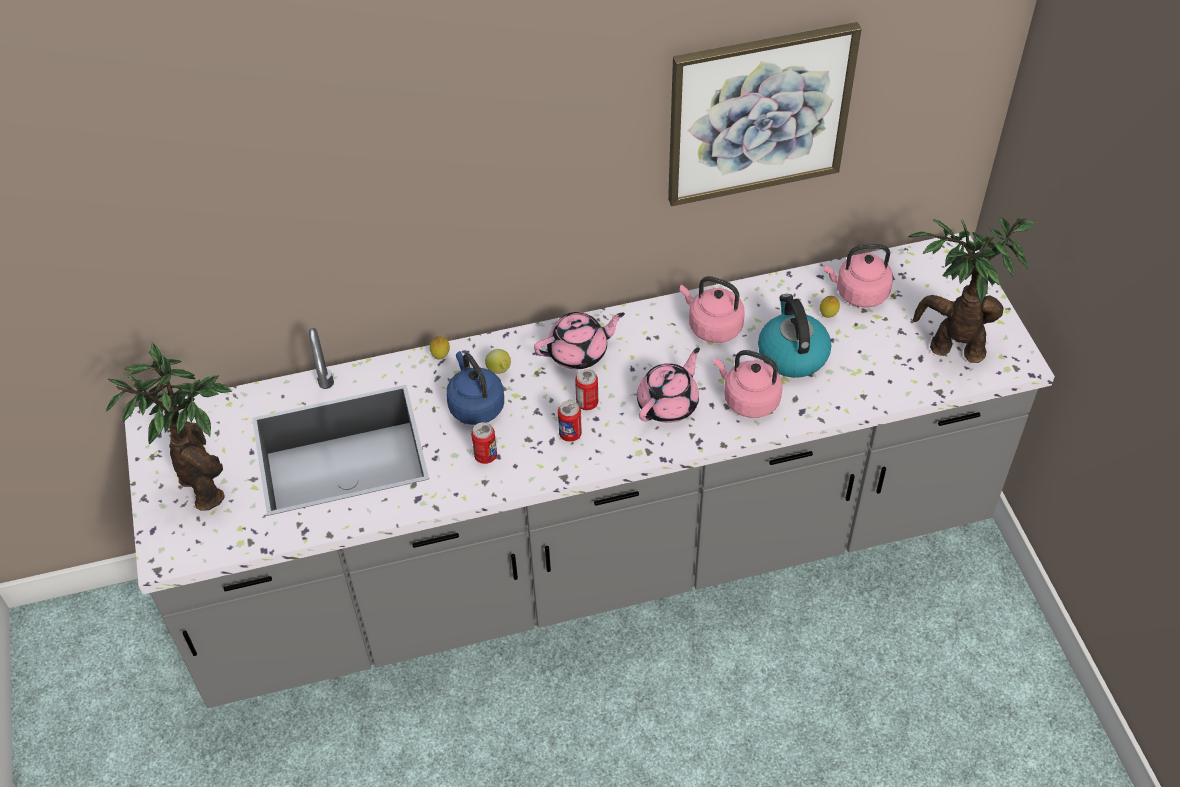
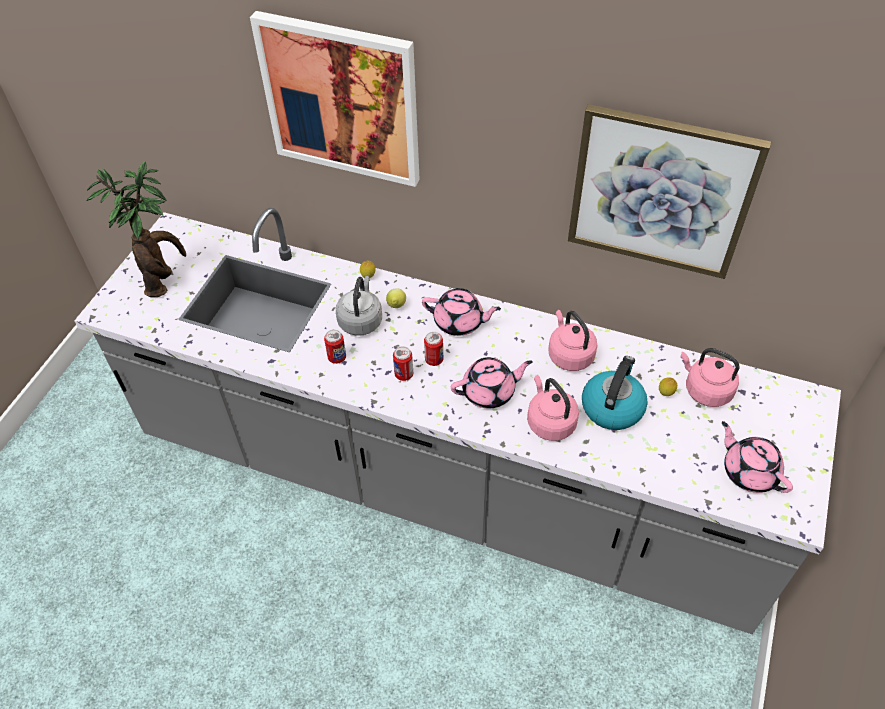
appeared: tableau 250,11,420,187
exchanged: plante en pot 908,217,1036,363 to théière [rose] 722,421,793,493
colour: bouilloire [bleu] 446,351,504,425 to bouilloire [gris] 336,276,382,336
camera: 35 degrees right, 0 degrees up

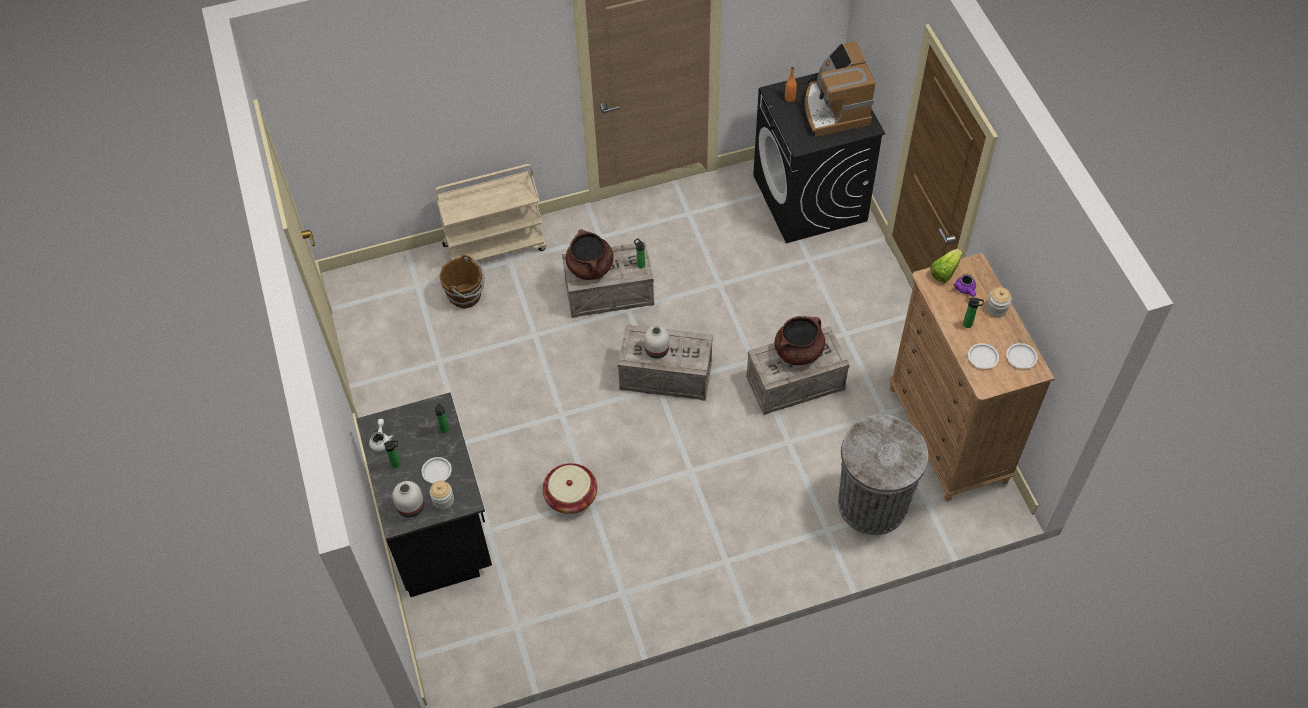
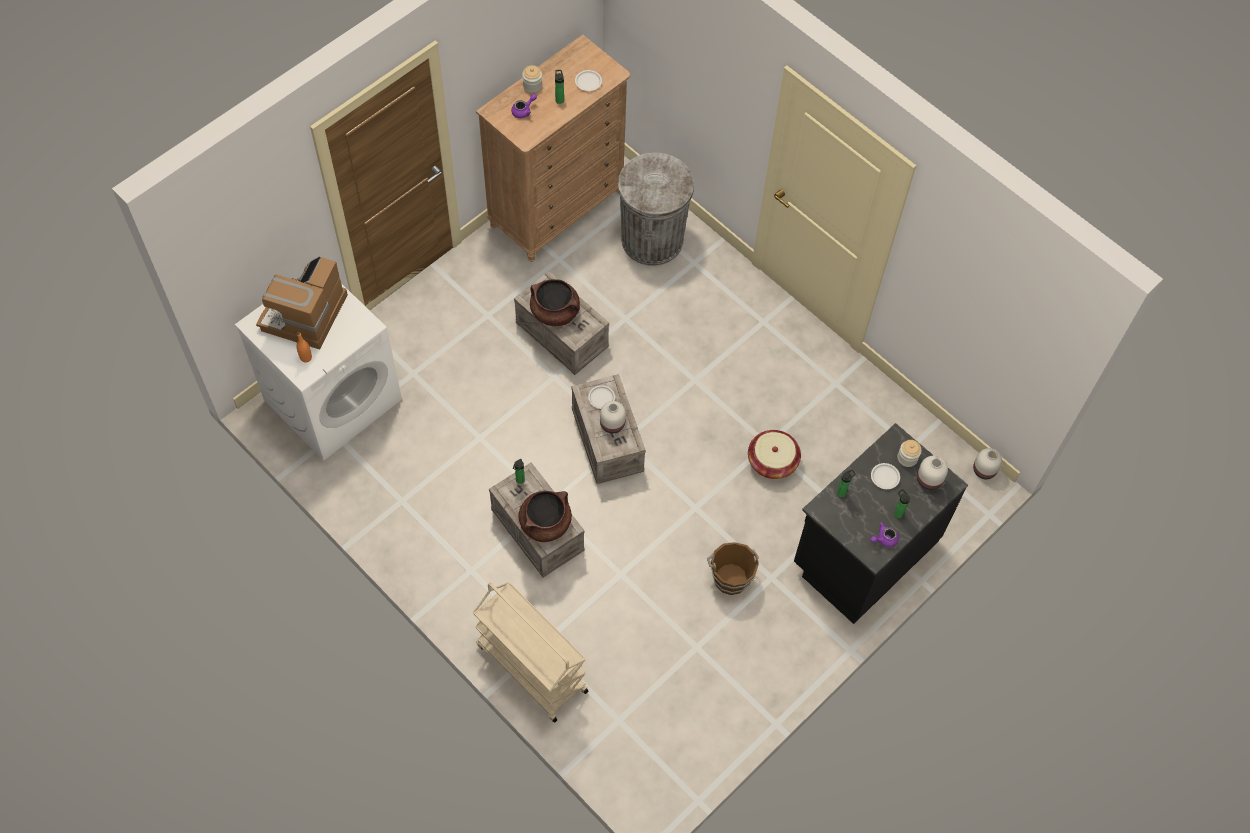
missing: laitue 930,249,962,283
appeared: vase [blanc] 973,448,1002,479
relocated: seau [marron] 439,255,485,309 to 707,542,759,595; assiette [blanc] 1006,343,1038,369 to 588,385,615,409
colour: théière [blanc] 369,419,393,452 to théière [violet] 871,522,899,547; lave-linge [noir] 753,73,885,243 to lave-linge [blanc] 235,284,402,461
spun: machine à café 805,41,875,137 = 256,256,348,349 150 degrees clockwise
camera: 120 degrees left, 5 degrees up

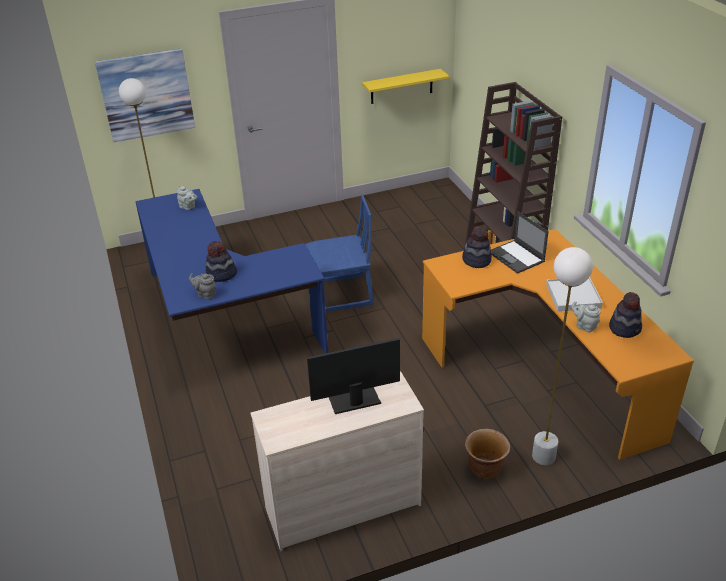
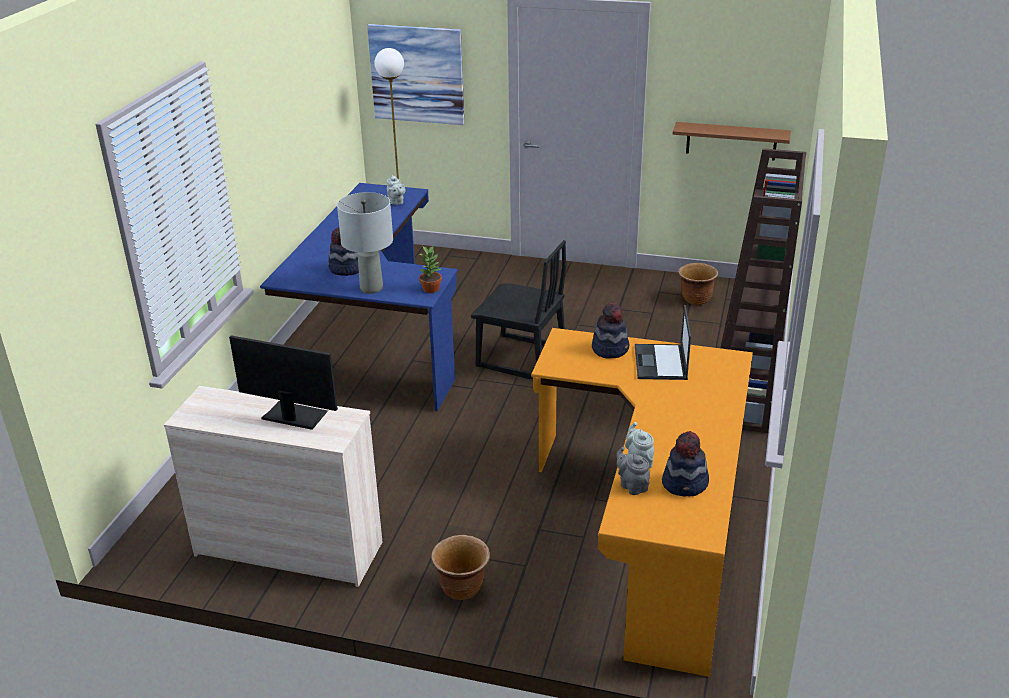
missing: lampadaire [blanc] 532,247,593,465; plateau [blanc] 546,277,603,311
appeared: lampe de table [gris] 337,192,393,294; plante en pot 419,247,442,293; cache-pot [marron] 678,263,718,305
relocated: théière [gris] 189,273,216,300 to 616,447,650,495
colour: chaise [bleu] 305,194,374,312 to chaise [noir] 471,240,566,379; étagère [jaune] 362,69,449,104 to étagère [marron] 673,122,791,161
camera: 35 degrees right, 5 degrees down

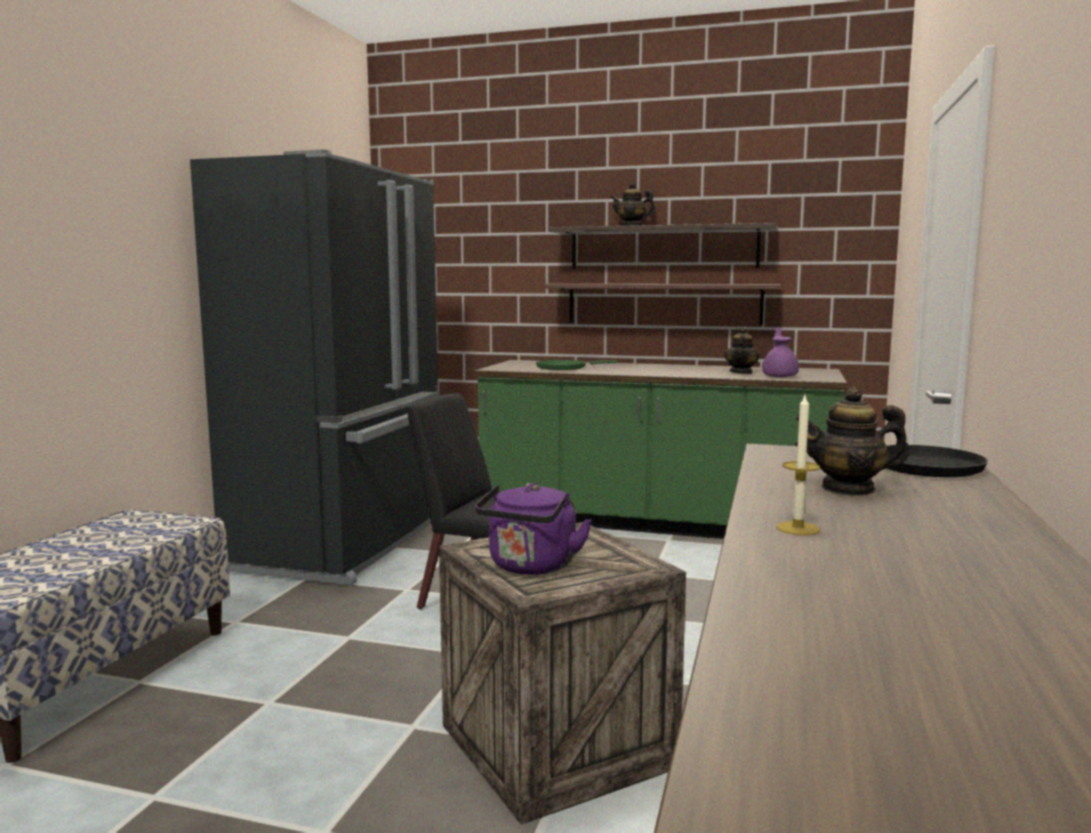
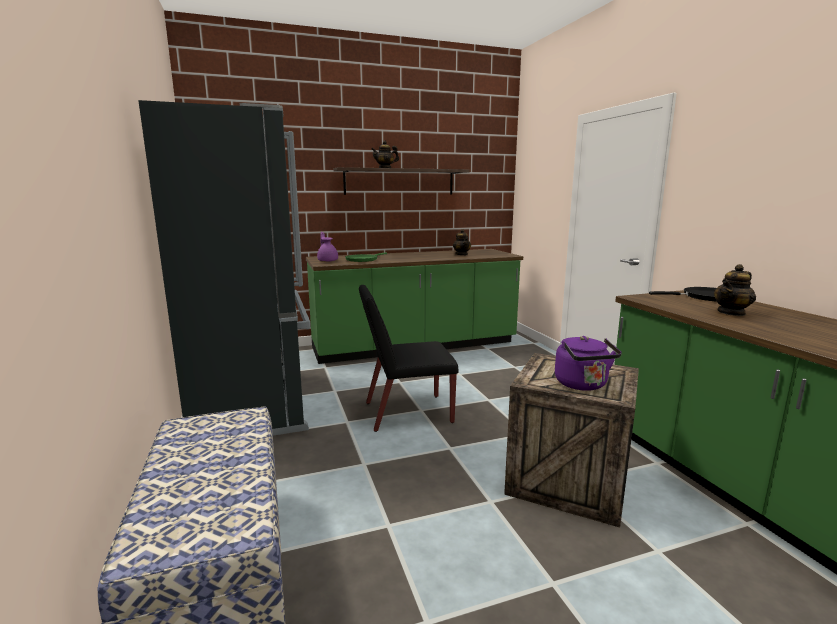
missing: étagère 544,284,781,326; bougie 776,395,820,535
relocated: théière [violet] 763,328,799,377 to 317,232,338,262
camera: 35 degrees left, 5 degrees up

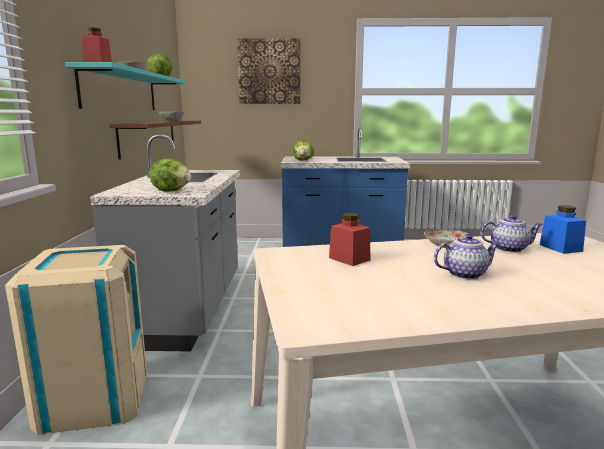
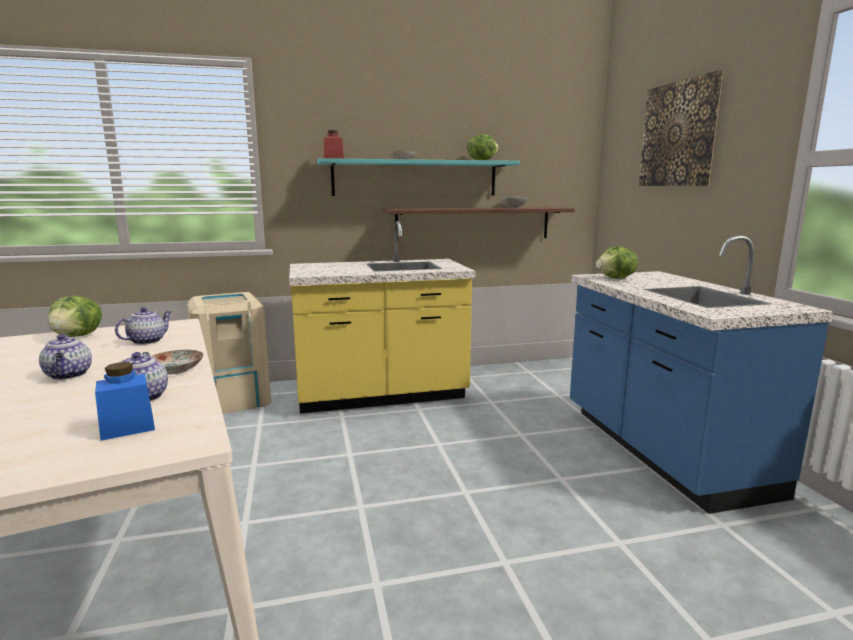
relocated: laitue 149,158,191,191 to 48,296,102,337
exchanged: bocal [rouge] 329,213,370,266 to théière 115,307,172,345
colour: comptoir de cuisine [gris] 90,134,240,351 to comptoir de cuisine [jaune] 289,221,475,414
camera: 75 degrees right, 0 degrees up

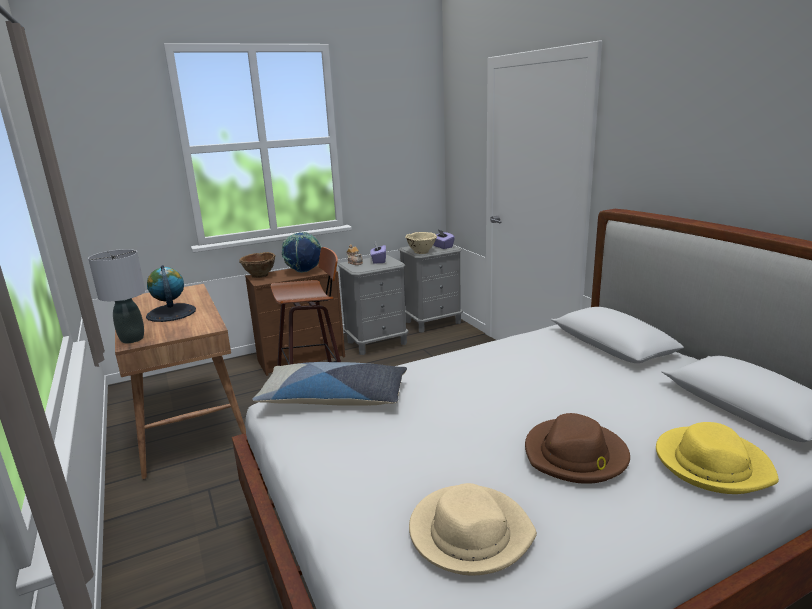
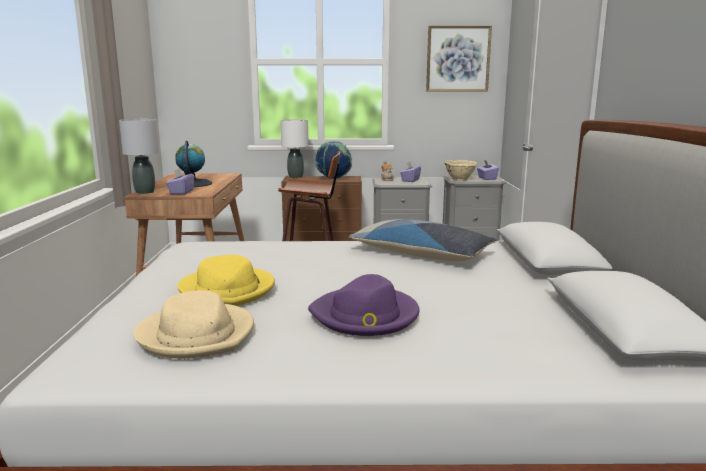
appeared: boîte à mouchoirs [violet] 166,168,194,195; tableau 426,26,492,91
relocated: coussin 252,362,407,406 to 349,219,497,261; chapeau [jaune] 656,422,779,494 to 177,255,275,306
exchanged: bol [marron] 239,252,276,278 to lampe de table [blanc] 280,119,309,178
colour: chapeau [marron] 525,413,630,484 to chapeau [violet] 308,274,420,336
camera: 25 degrees right, 5 degrees down

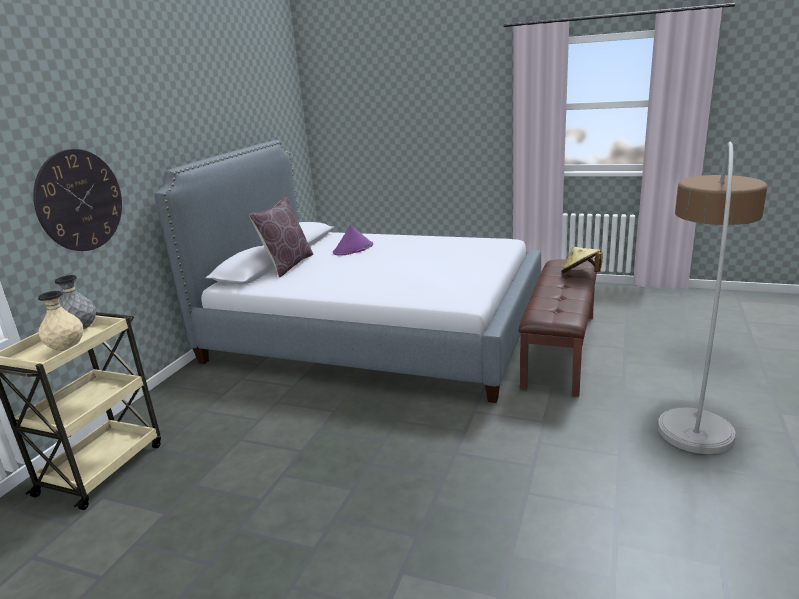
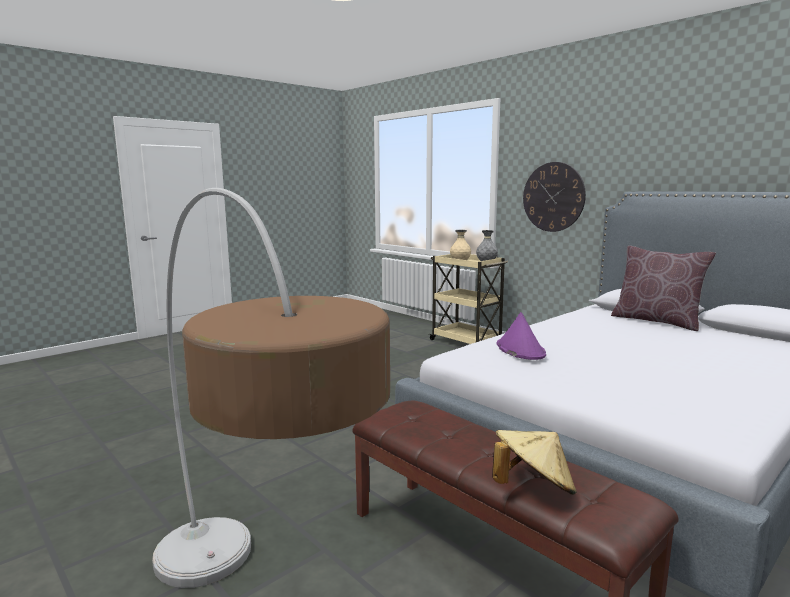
relocated: chapeau [violet] 333,225,373,256 to 496,312,546,360
camera: 115 degrees right, 10 degrees down

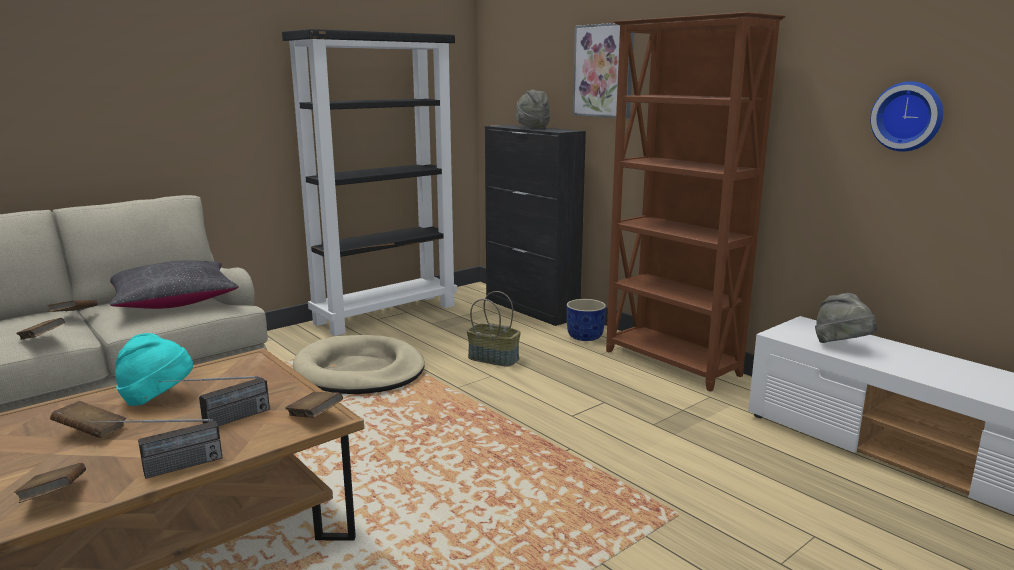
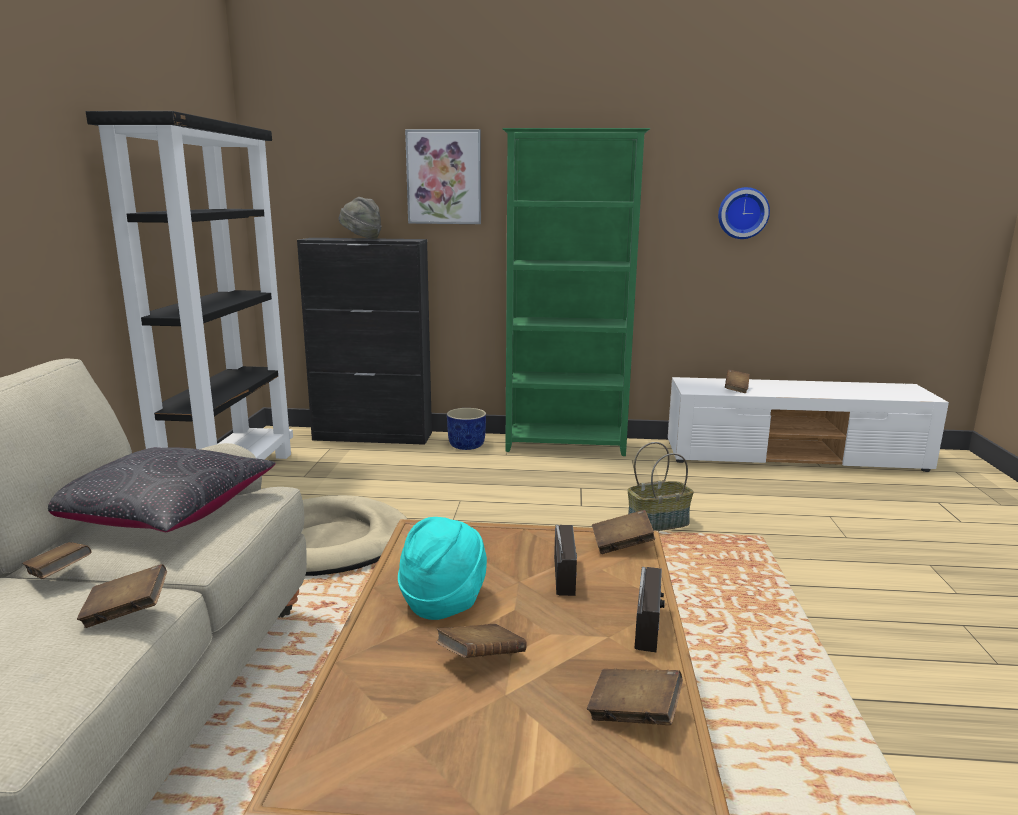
relocated: panier 467,291,521,367 to 628,442,694,531
exchanged: chapeau [gris] 815,293,877,343 to livre [marron] 725,370,750,393
colour: bibliothèque [marron] 606,12,786,392 to bibliothèque [vert] 502,128,650,456
camera: 45 degrees left, 0 degrees up

